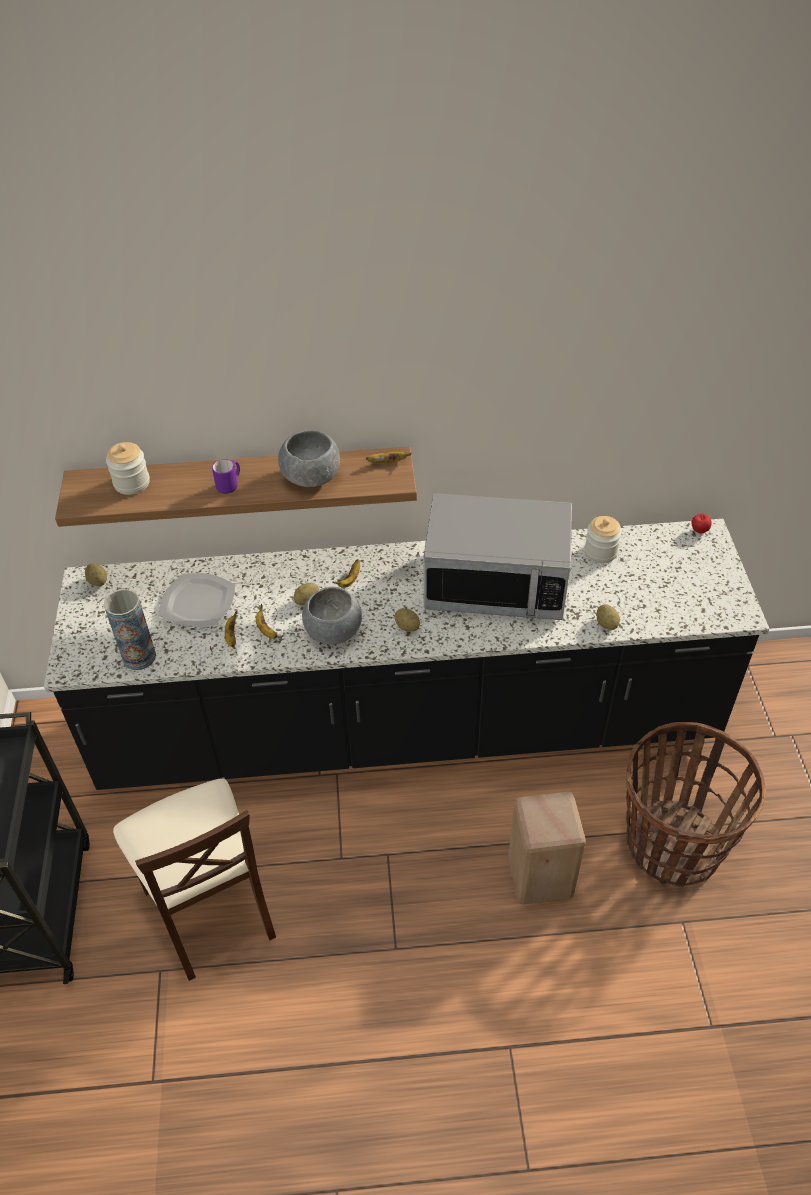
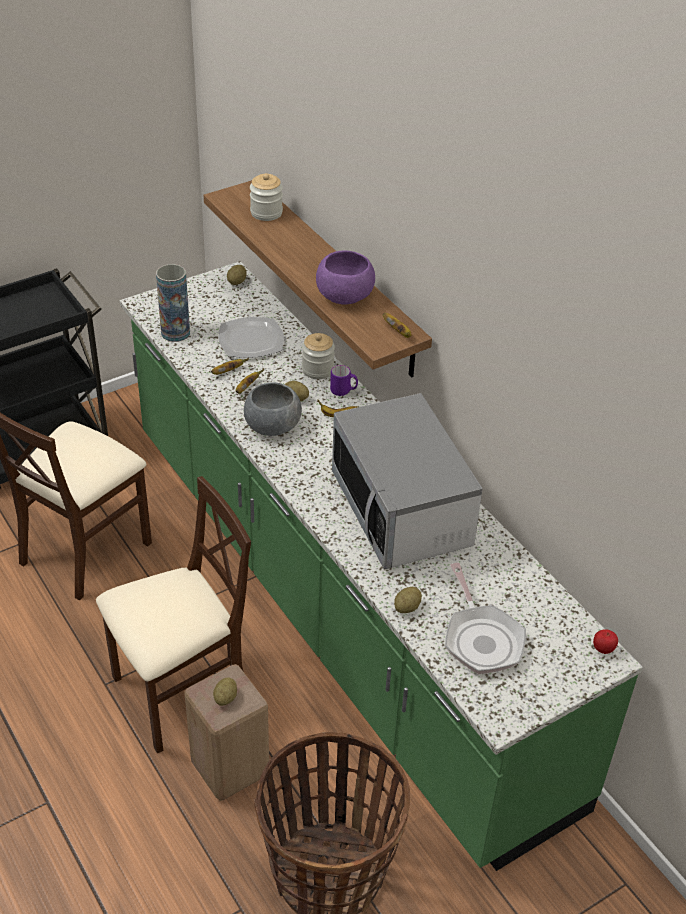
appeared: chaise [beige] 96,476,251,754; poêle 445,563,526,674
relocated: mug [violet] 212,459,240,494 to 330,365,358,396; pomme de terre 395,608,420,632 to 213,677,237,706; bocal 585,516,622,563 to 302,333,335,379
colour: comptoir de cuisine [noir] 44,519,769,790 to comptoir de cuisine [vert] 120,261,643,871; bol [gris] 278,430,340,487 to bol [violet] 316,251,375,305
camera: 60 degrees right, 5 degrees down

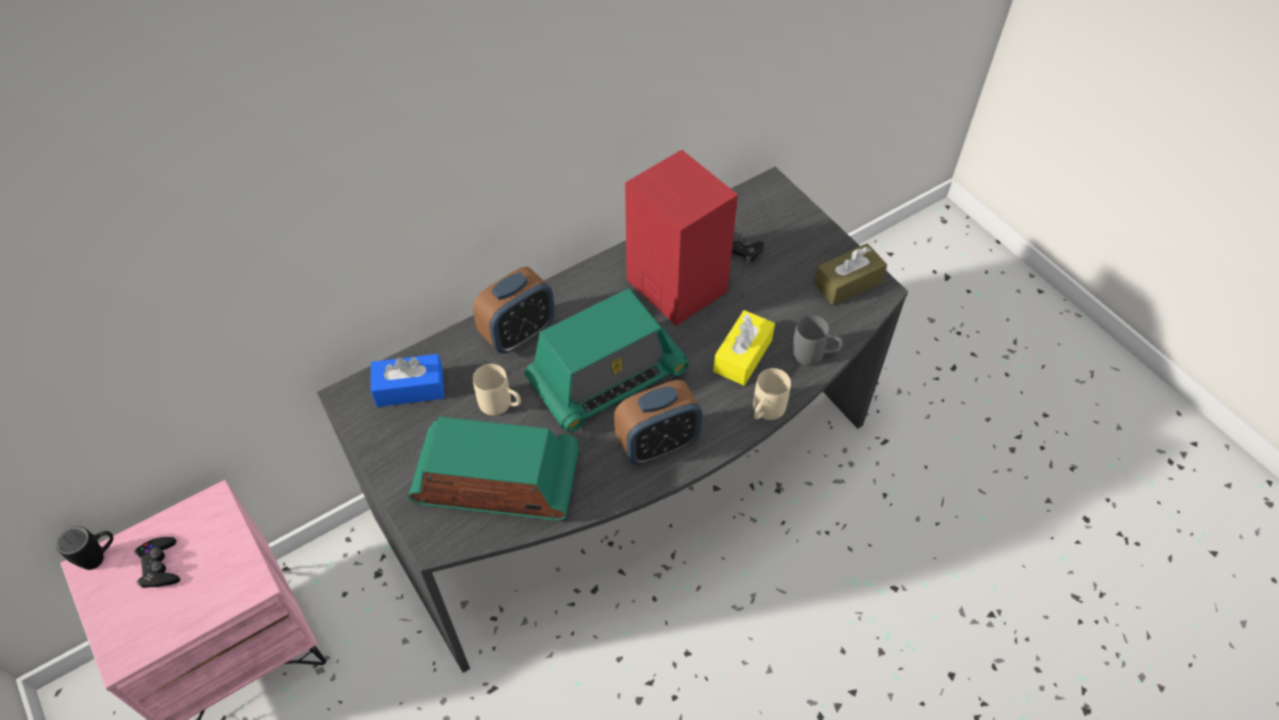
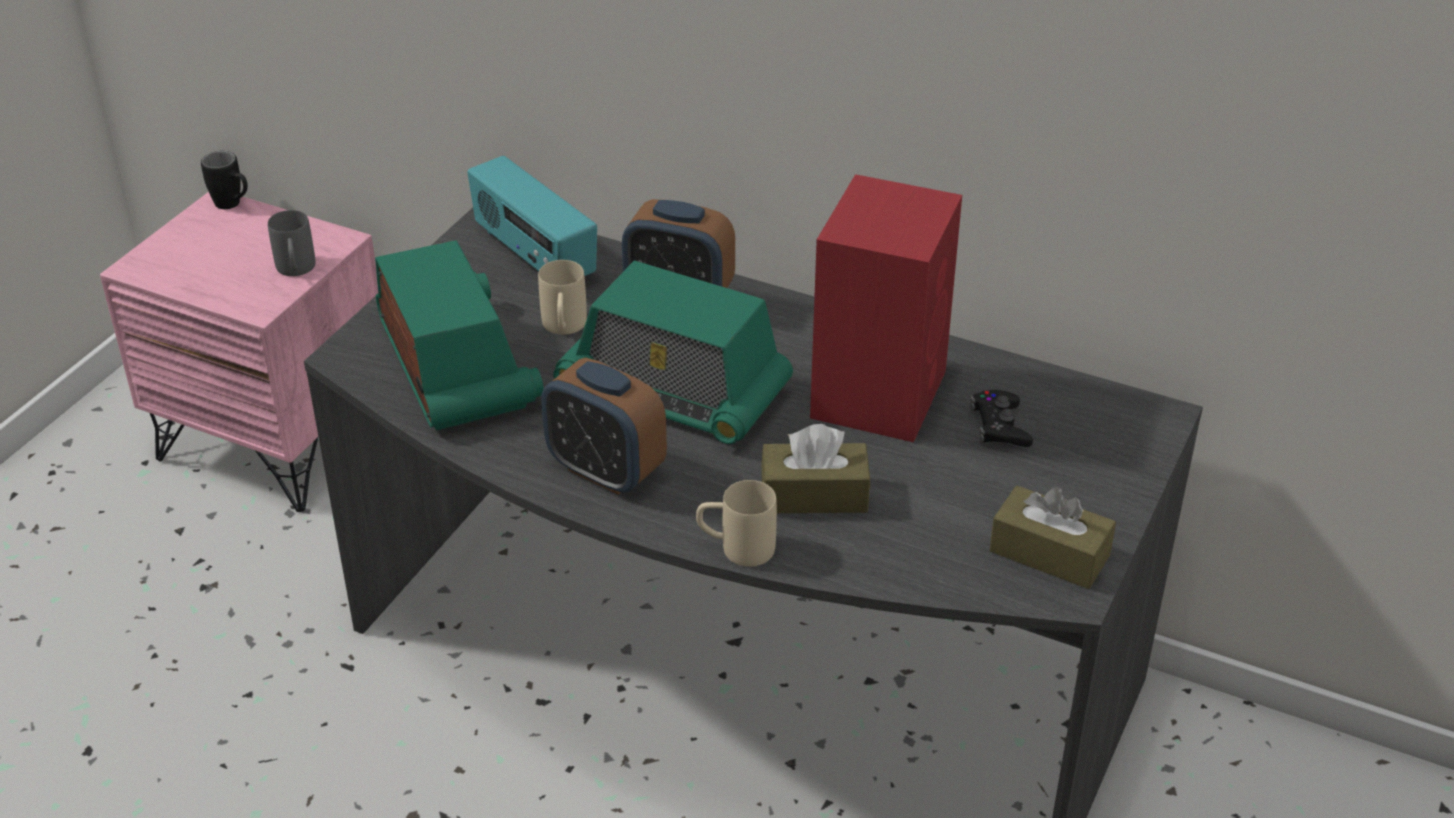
missing: manette [noir] 135,537,180,588
relocated: mug [gris] 791,315,843,366 to 268,210,315,276
exchanged: boîte à mouchoirs [bleu] 371,354,444,407 to radio 467,156,597,276
colour: boîte à mouchoirs [jaune] 713,310,775,385 to boîte à mouchoirs [marron] 761,424,870,513
camera: 60 degrees right, 15 degrees down

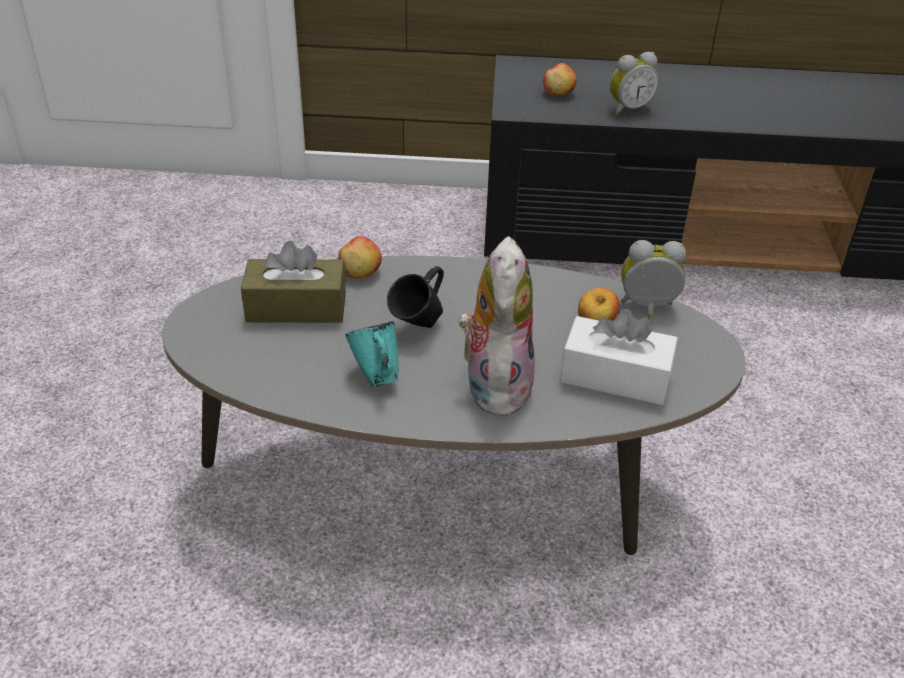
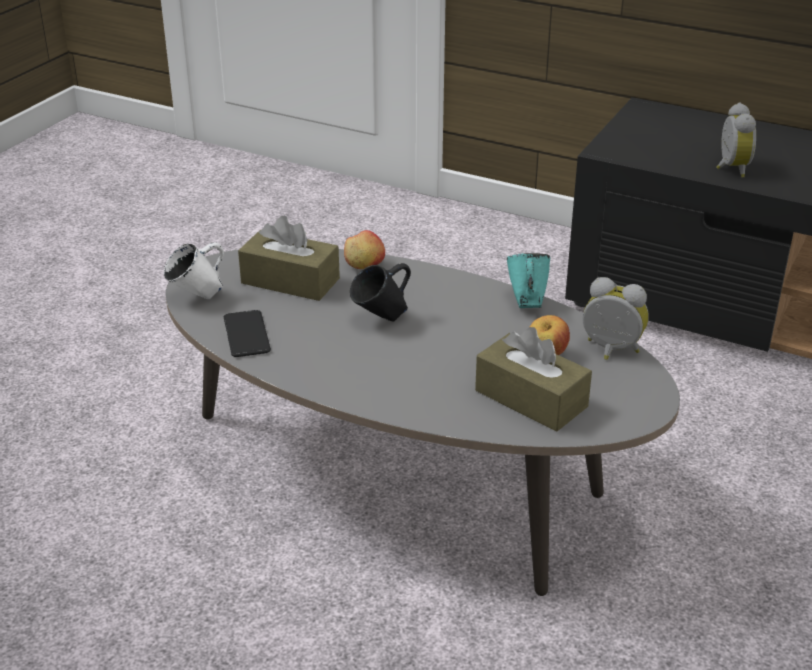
missing: peluche 458,236,535,419; pomme 543,63,577,96
appeared: mug [blanc] 164,242,224,299; téléphone 224,310,271,357
relocated: mug [turquoise] 345,321,398,387 to 507,253,550,308
colour: boîte à mouchoirs [blanc] 560,309,678,405 to boîte à mouchoirs [marron] 475,327,592,432
spun: réveil 610,52,659,115 = 716,103,756,177 90 degrees counterclockwise
camera: 25 degrees right, 5 degrees down

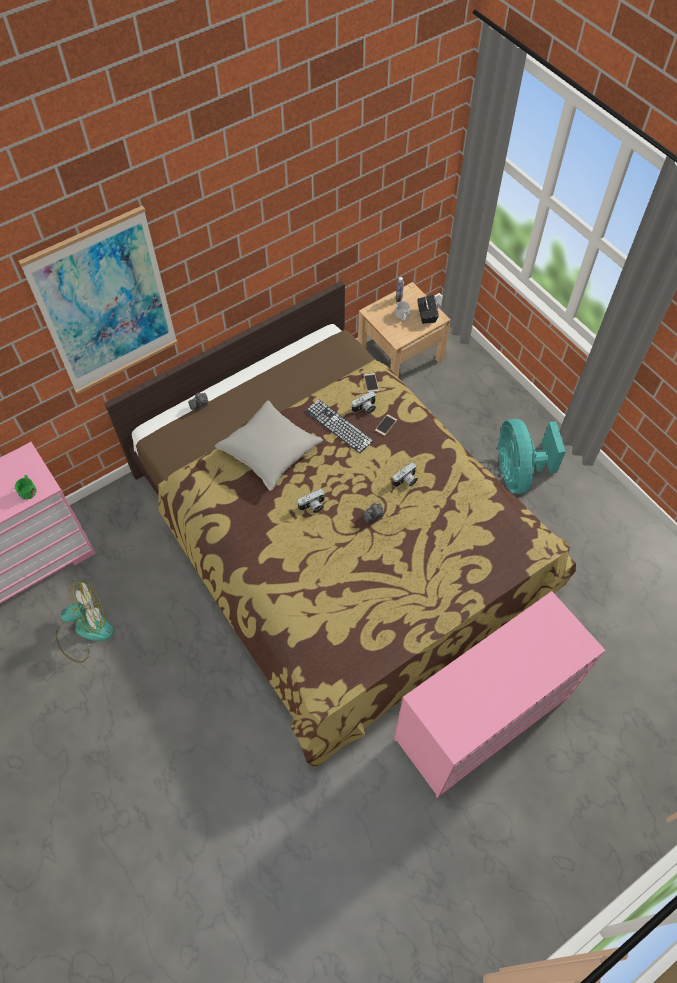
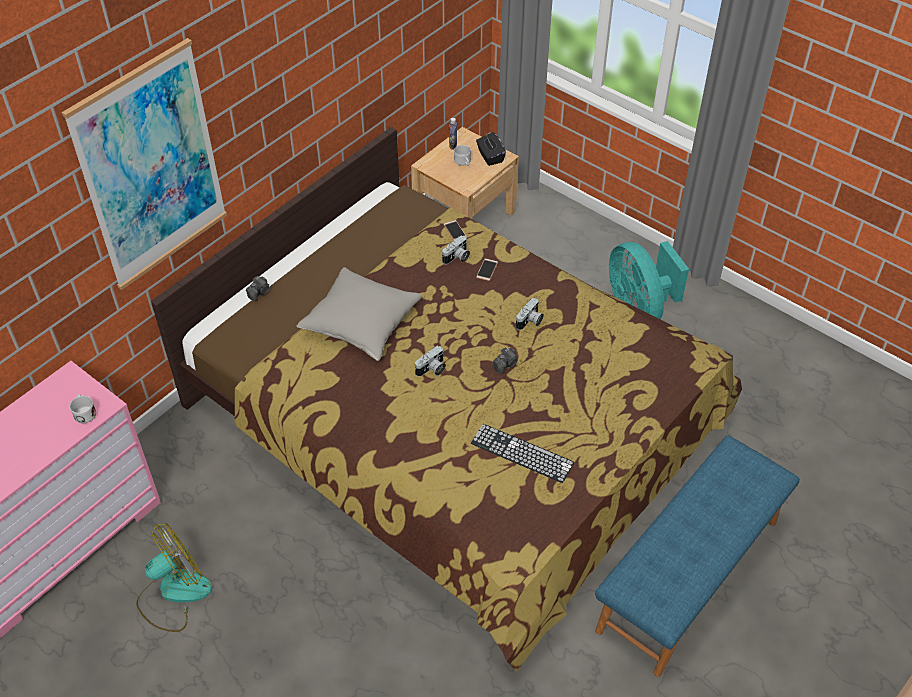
relocated: clavier 305,399,374,454 to 471,424,574,483
exchanged: commode [rose] 394,591,605,798 to banc [bleu] 595,436,800,677
colour: mug [vert] 15,475,37,500 to mug [blanc] 70,394,96,423
camera: 15 degrees left, 10 degrees down

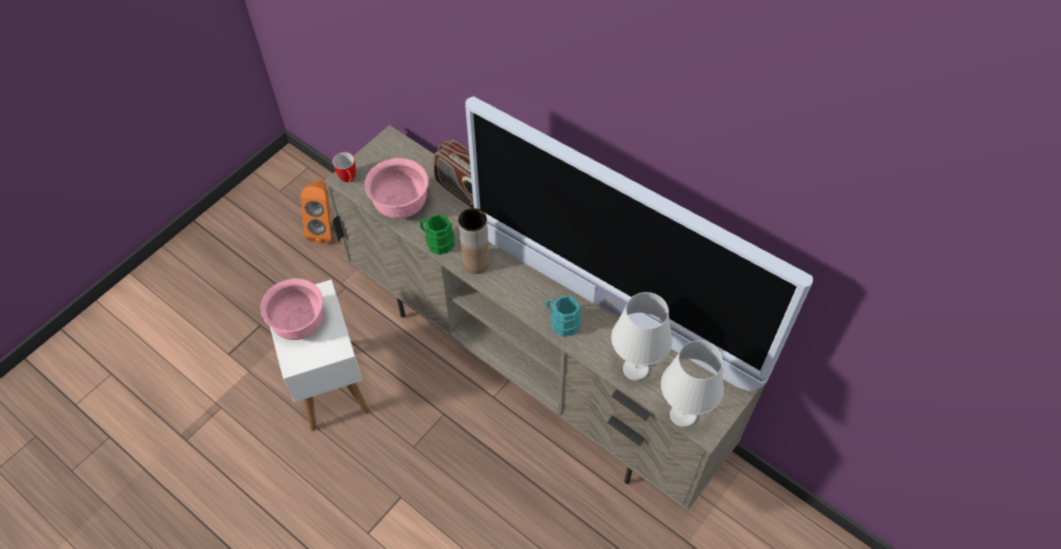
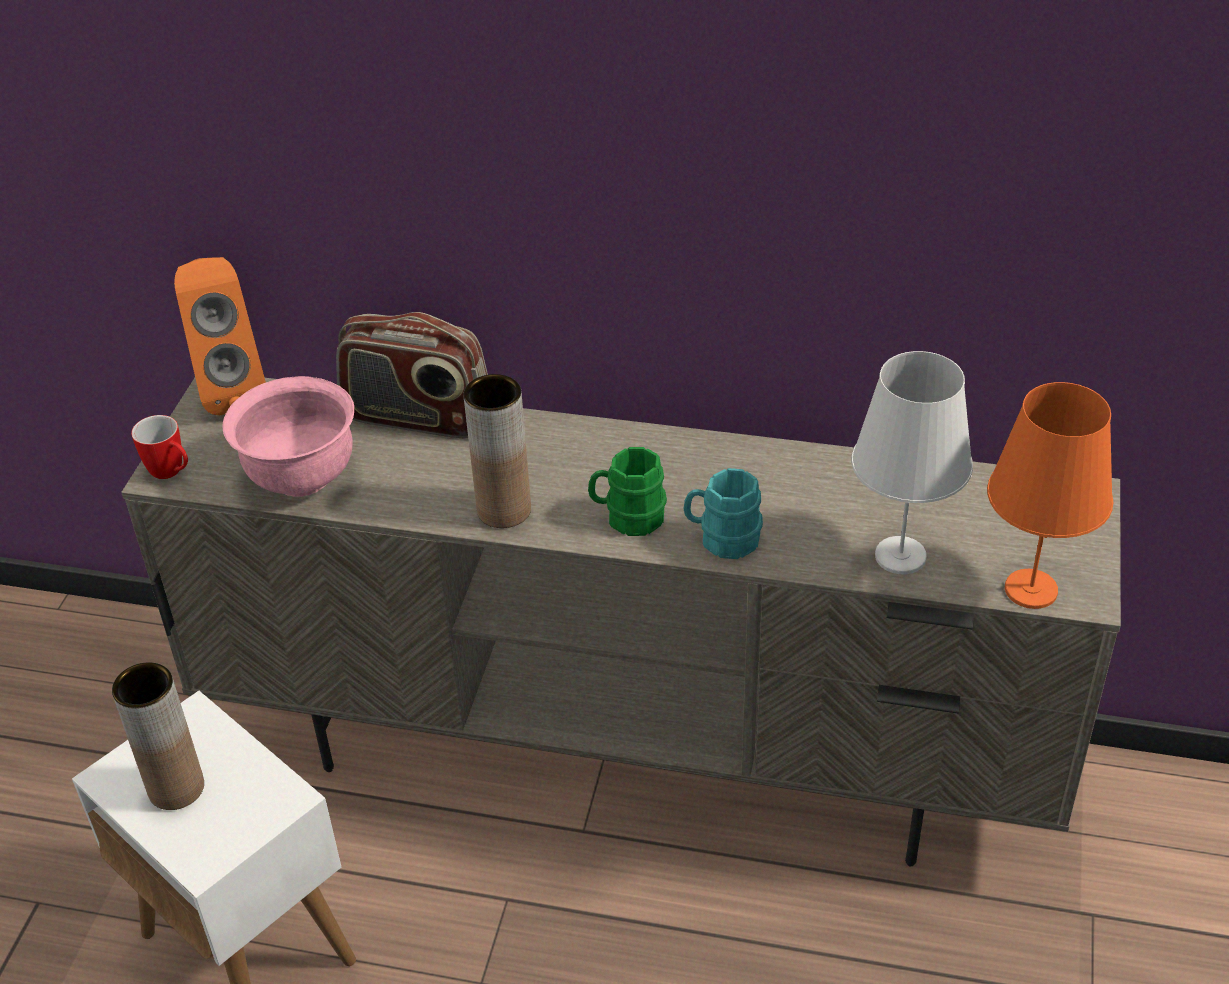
missing: téléviseur 465,96,813,391
relocated: enceinte [orange] 301,180,331,243 to 174,257,266,415; mug [vert] 420,214,455,255 to 588,447,667,536
exchanged: bol [rose] 261,278,323,340 to vase [marron] 112,662,204,810
colour: lampe de table [blanc] 661,340,724,427 to lampe de table [orange] 987,382,1113,609
camera: 25 degrees left, 15 degrees down

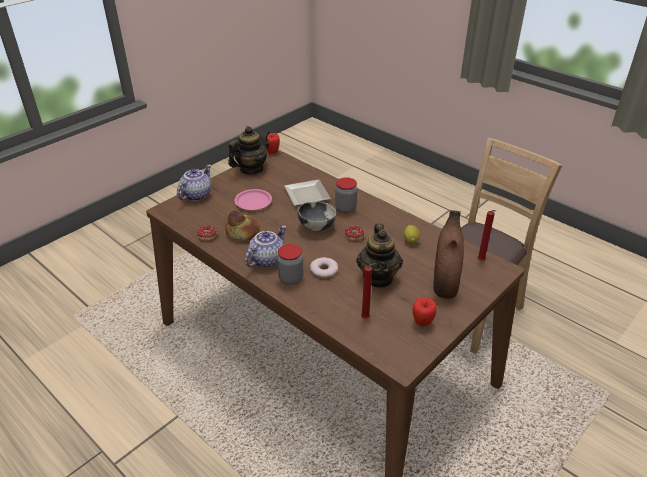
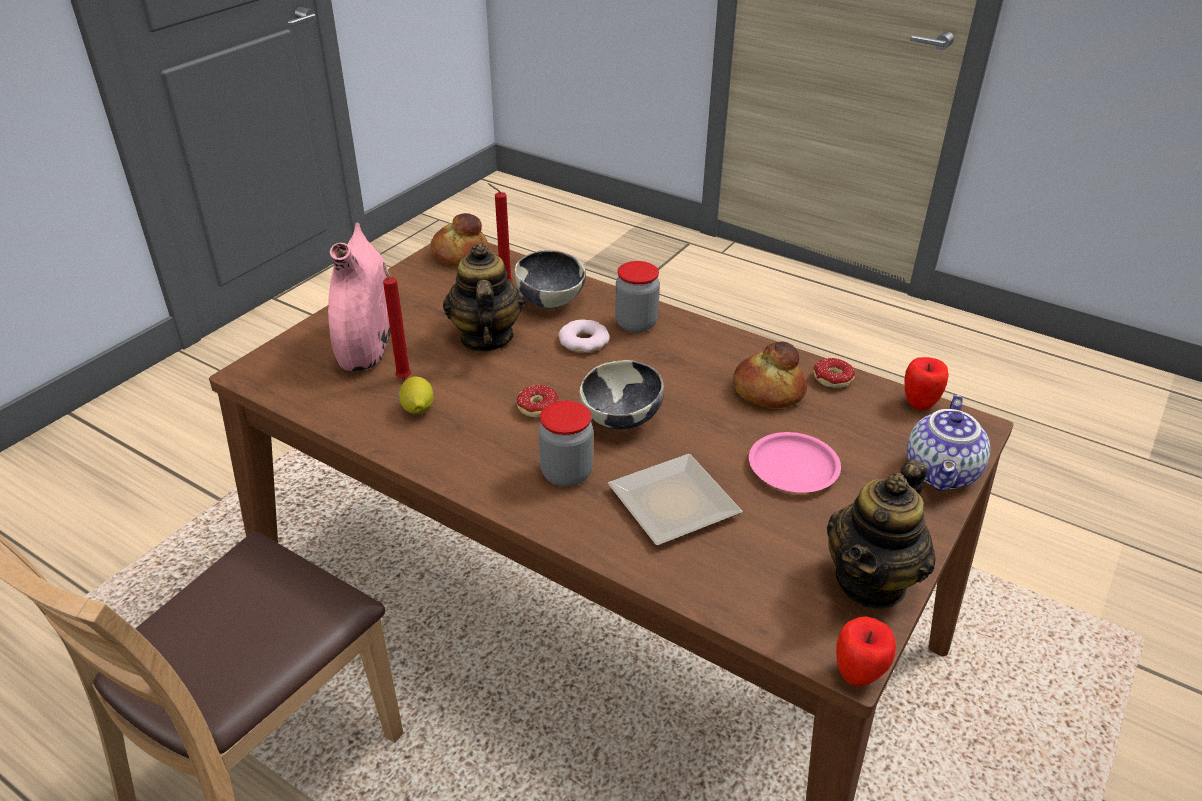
missing: théière 244,226,287,268
appeared: pain 430,213,489,266; bol 514,250,586,309
relocated: pomme 413,298,437,326 to 904,357,949,410; bougie [rouge] 477,210,496,261 to 383,262,411,379
colour: vase [marron] 433,210,464,299 to vase [rose] 328,223,391,371
camera: 170 degrees right, 0 degrees up

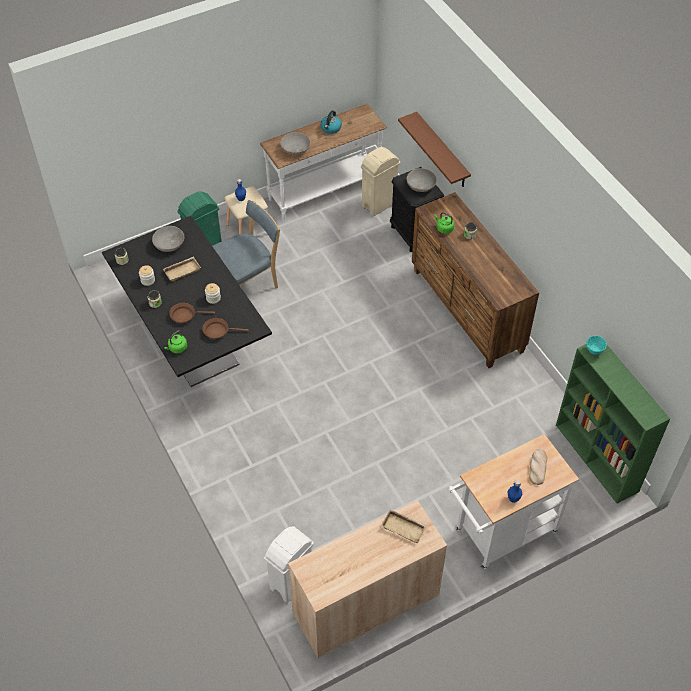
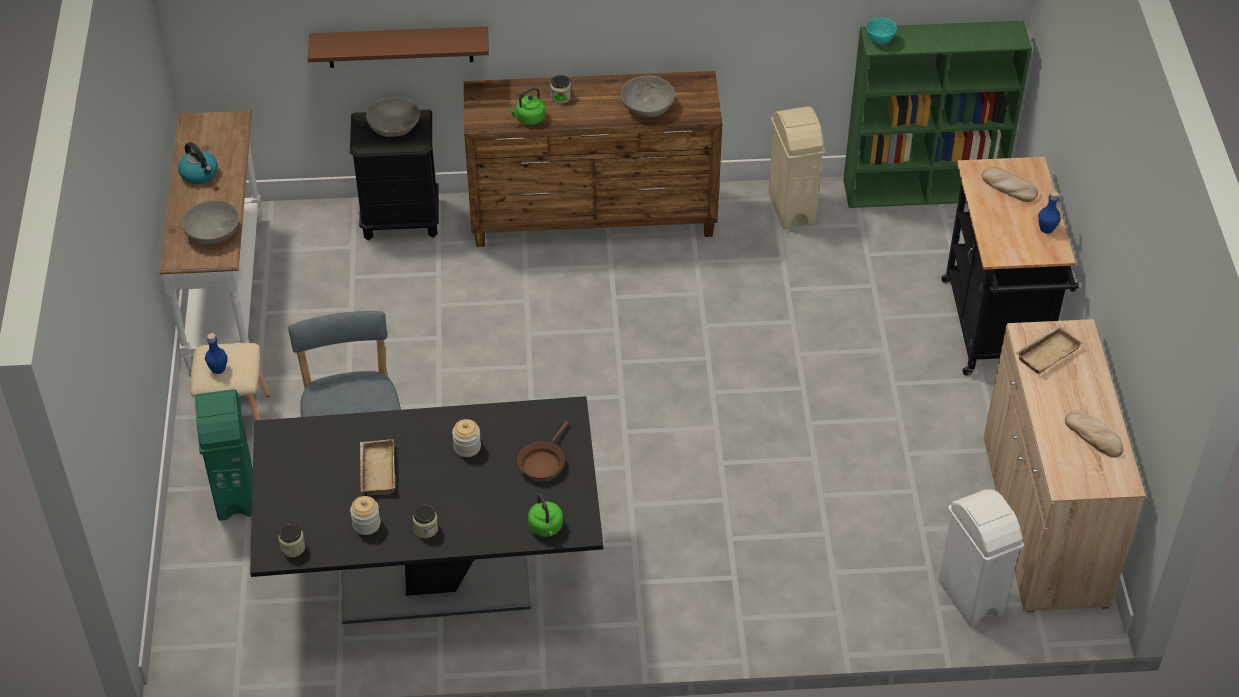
missing: poêle [marron] 169,303,215,323
appeared: pain 1065,410,1124,457
relocated: bol [gris] 152,226,185,252 to 621,75,675,117; poubelle [beige] 361,147,400,216 to 768,106,825,230
colour: chariot [blanc] 449,434,579,569 to chariot [noir] 941,157,1079,375
camera: 65 degrees left, 5 degrees down

